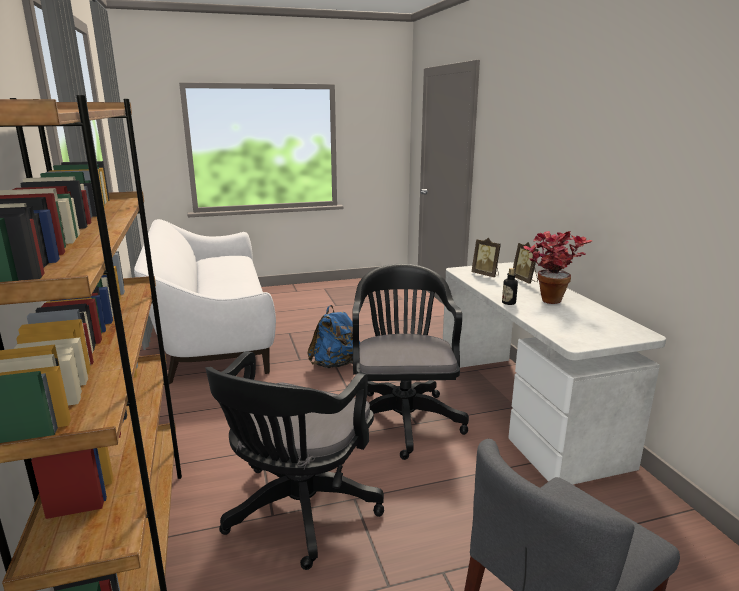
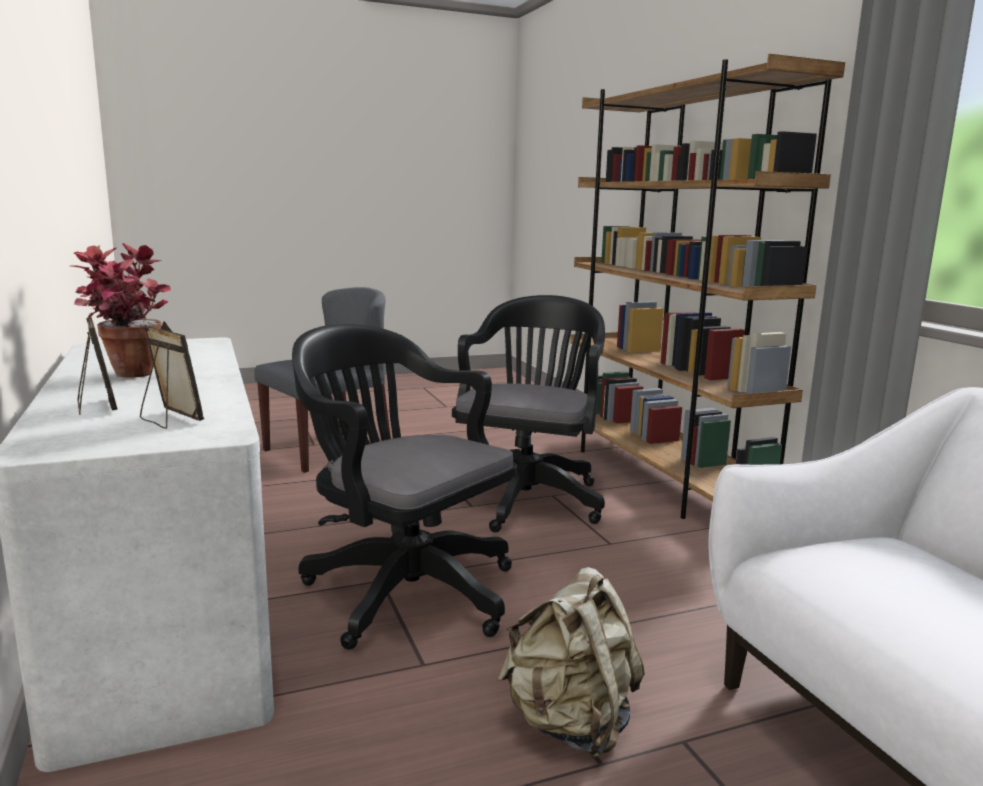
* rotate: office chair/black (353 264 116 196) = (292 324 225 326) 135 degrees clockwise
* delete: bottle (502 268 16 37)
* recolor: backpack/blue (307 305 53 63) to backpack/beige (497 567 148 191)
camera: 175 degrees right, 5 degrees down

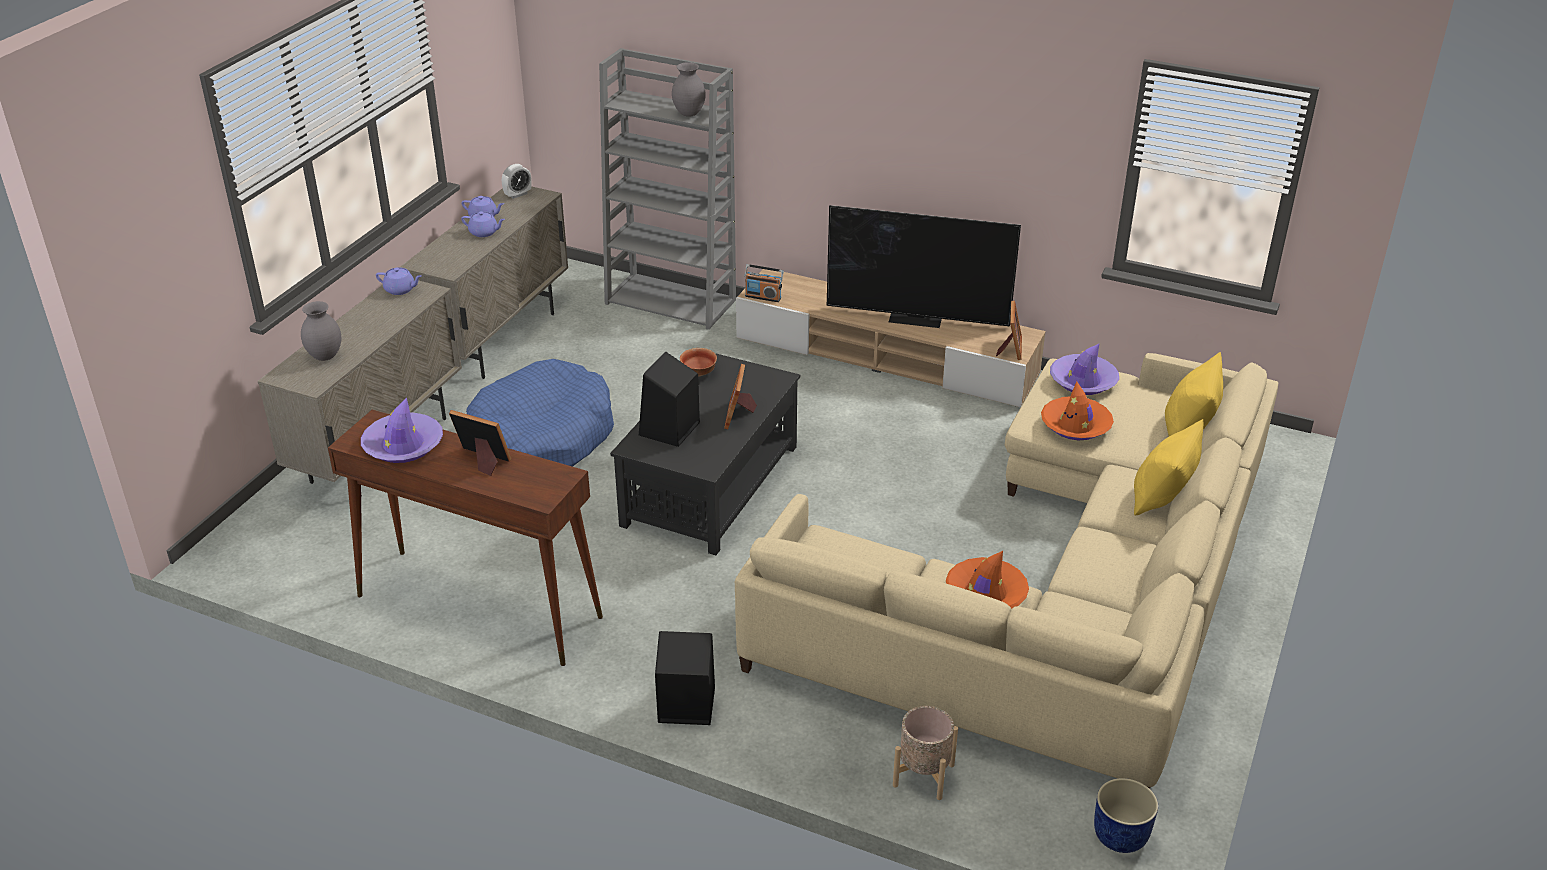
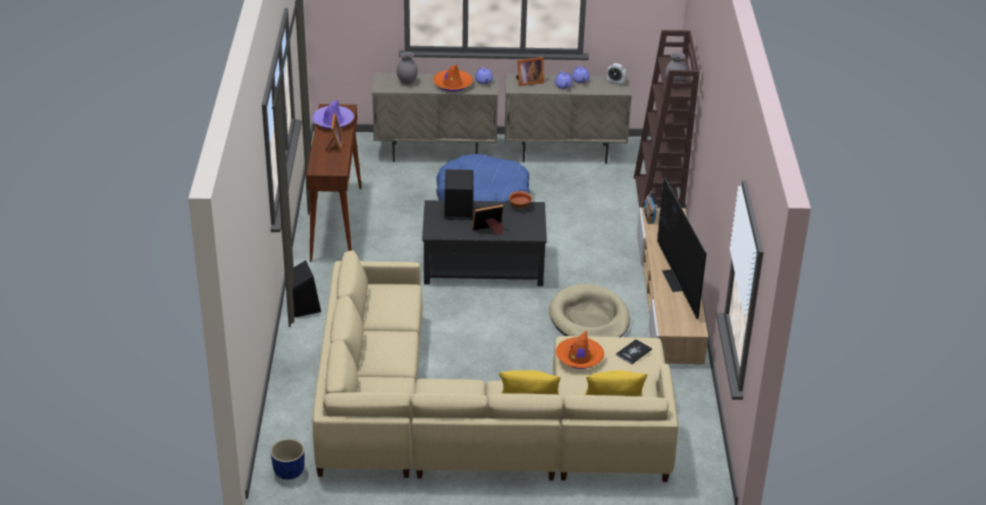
* recolor: bookcase/grey (599 48 137 282) to bookcase/brown (634 30 66 178)
* move: picture frame (996 300 26 60) to (516 57 28 29)
* replace: hat/purple (1050 344 69 51) to book (616 339 36 26)
* move: hat/orange (946 551 83 58) to (433 64 40 28)
* delete: planter/beige (893 706 65 94)
* insert: dog bed/beige (549 284 81 53)
camera: 65 degrees right, 0 degrees up

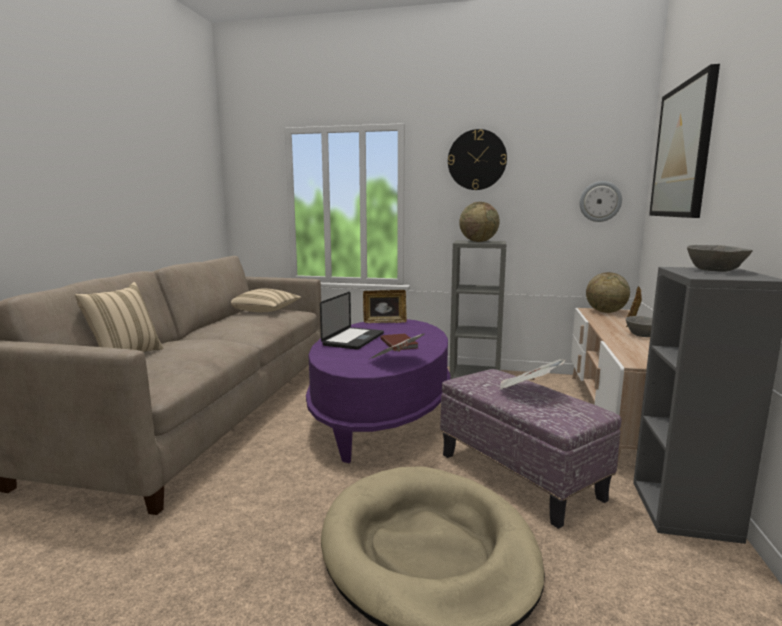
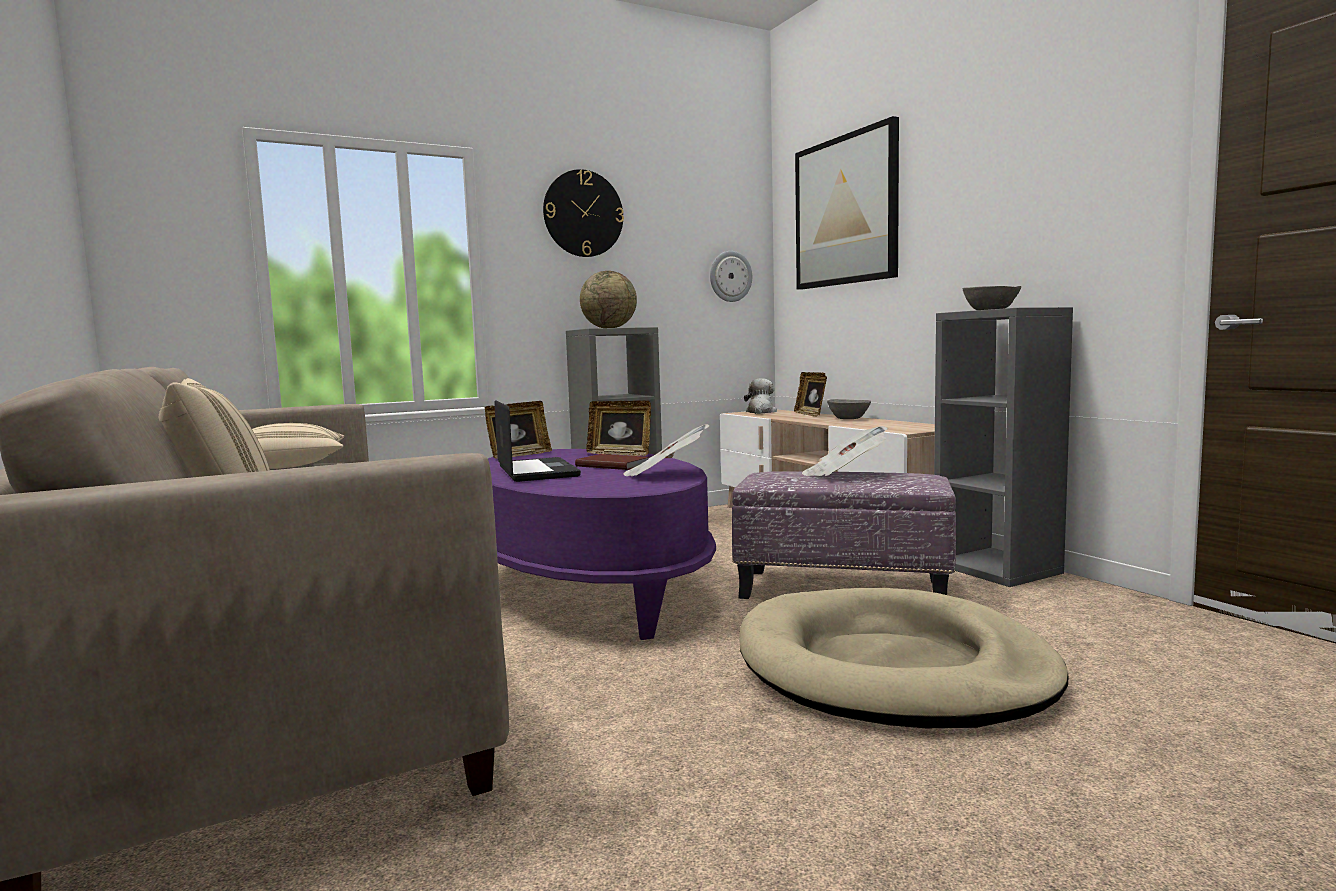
* replace: globe (586 272 44 41) to plush toy (744 378 33 36)
* insert: picture frame (586 401 65 55)
camera: 40 degrees left, 5 degrees down

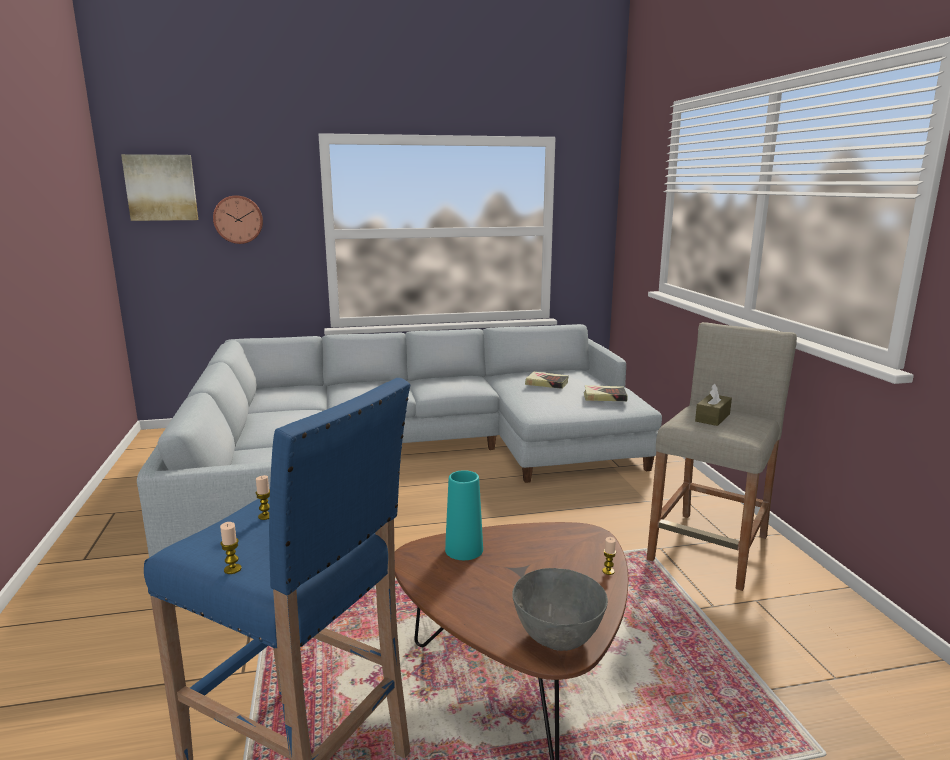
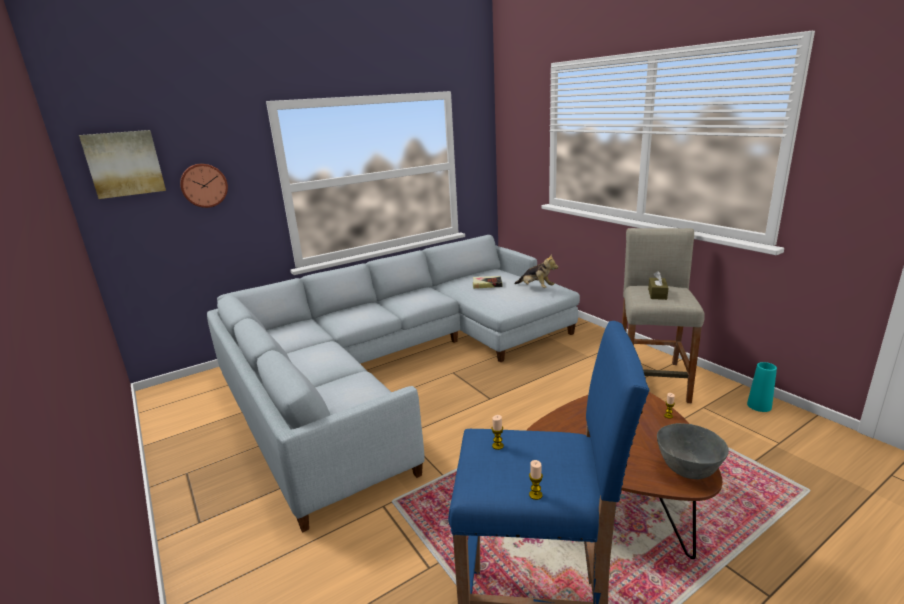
* replace: book (584 385 44 16) to plush toy (514 254 45 34)
* move: vase/turquoise (445 470 38 90) to (747 362 30 50)
camera: 20 degrees left, 5 degrees up

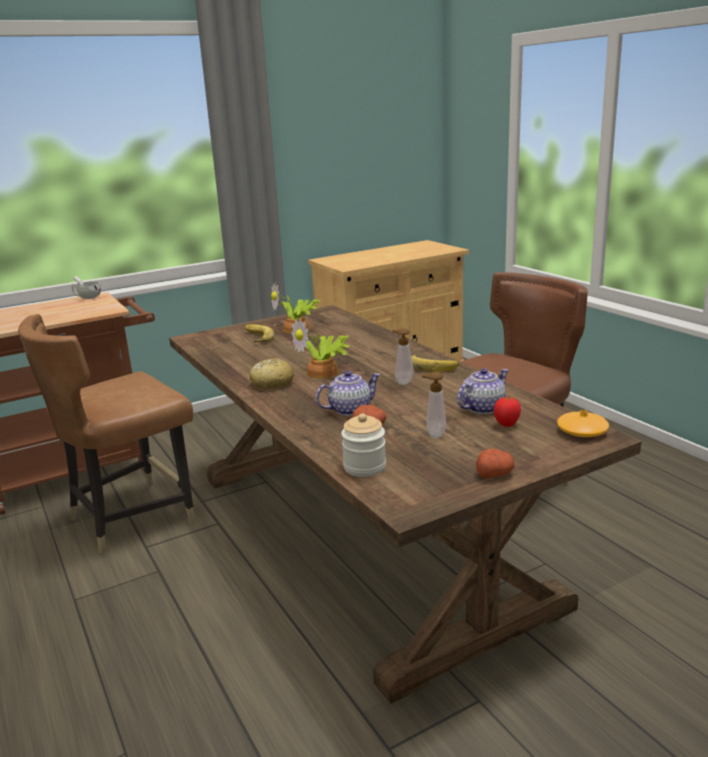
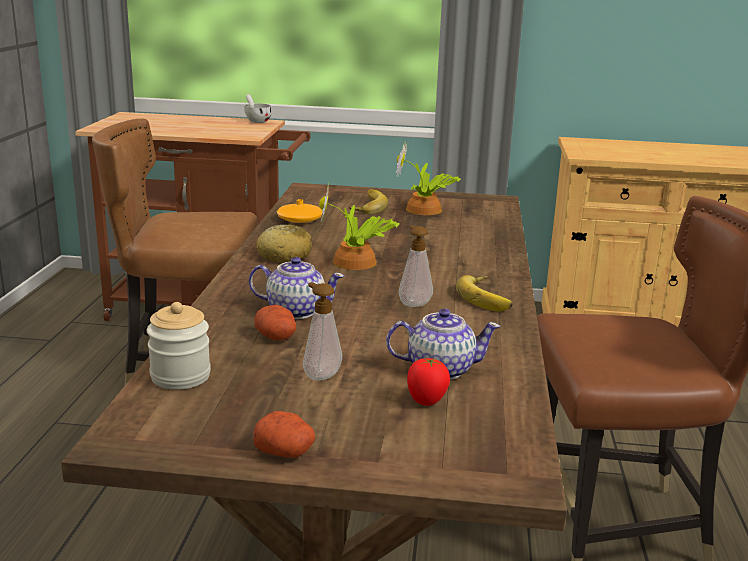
* move: vase/orange (557 410 52 27) to (277 199 46 24)
camera: 35 degrees right, 0 degrees up

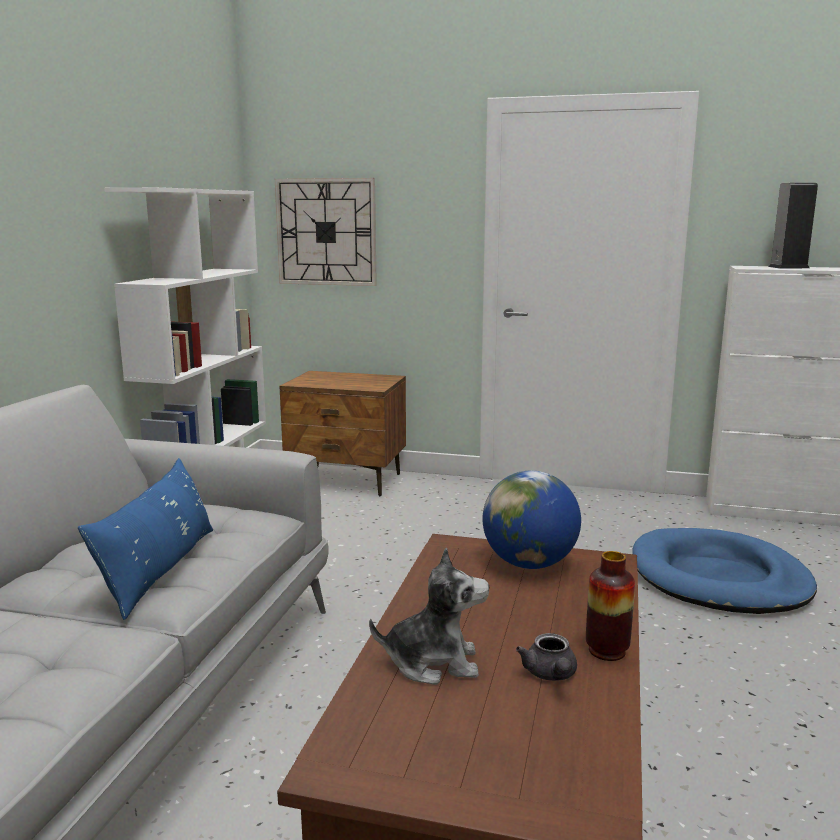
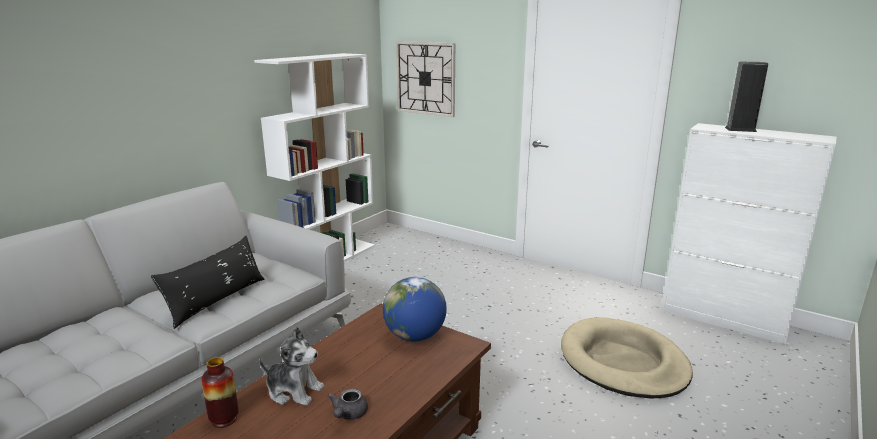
* delete: nightstand/brown (279 371 127 125)
* recolor: pillow/blue (78 458 135 162) to pillow/black (151 236 114 93)
* recolor: dog bed/blue (632 528 185 86) to dog bed/beige (561 317 132 81)
* move: vase (586 551 49 110) to (201 357 38 71)
camera: 20 degrees right, 5 degrees up

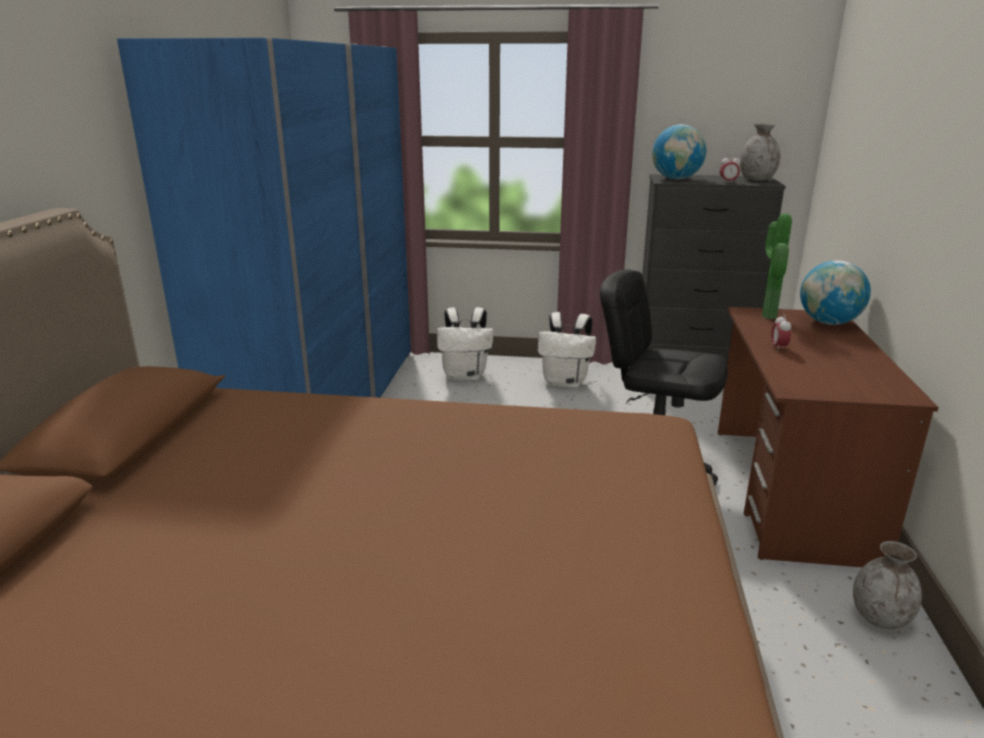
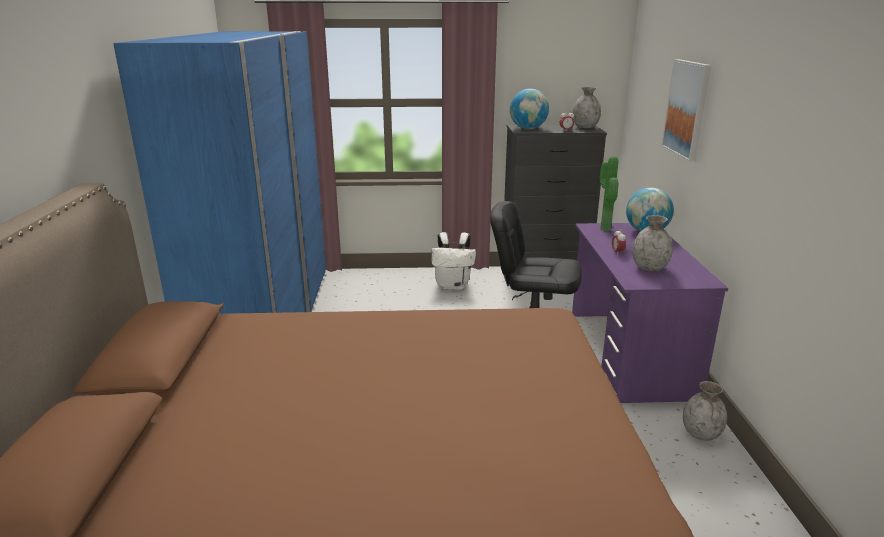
* delete: backpack/white (437 307 57 74)
* recolor: desk/brown (718 307 221 260) to desk/purple (572 223 156 180)
* insert: picture (661 59 50 102)
* insert: vase/grey (632 215 41 56)
camera: 10 degrees left, 0 degrees up

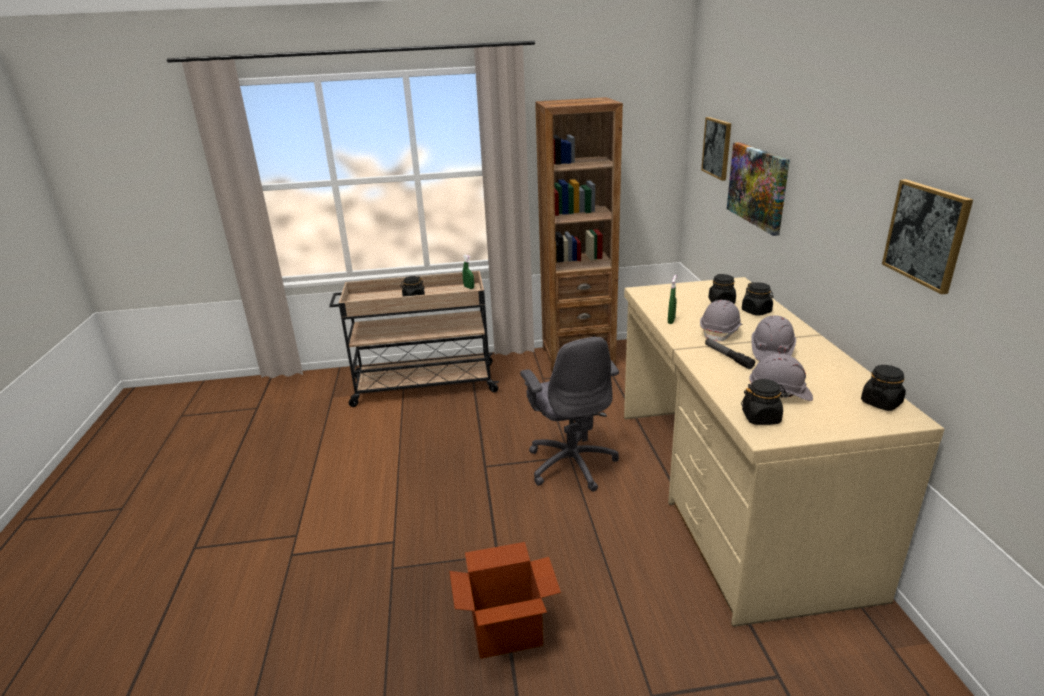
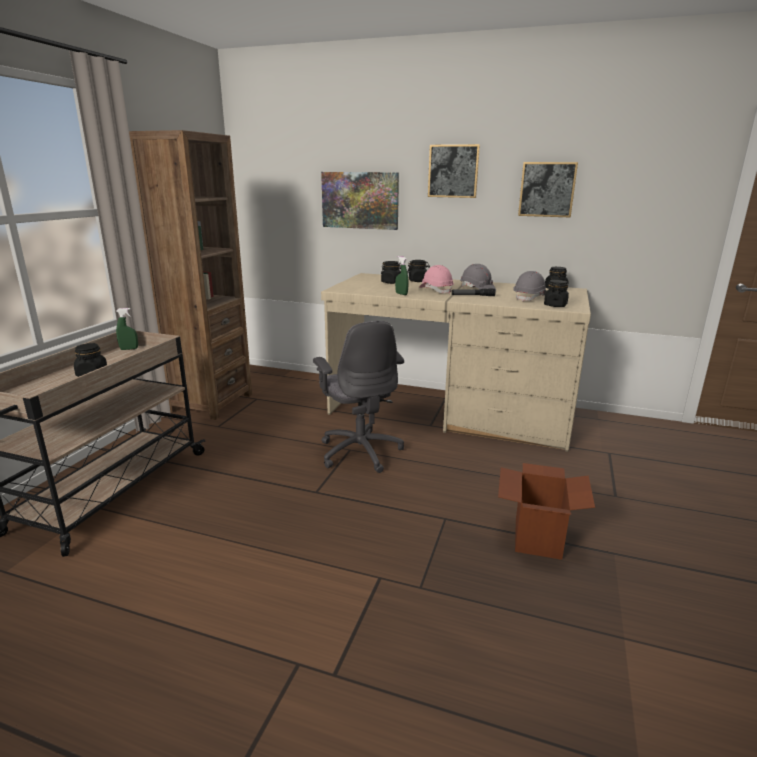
* move: picture (701 117 30 64) to (428 144 52 54)
* recolor: hard hat/grey (700 300 42 41) to hard hat/pink (419 265 35 29)
* rotate: office chair/grey (520 337 99 155) = (313 321 91 152) 60 degrees clockwise
camera: 65 degrees left, 5 degrees down

